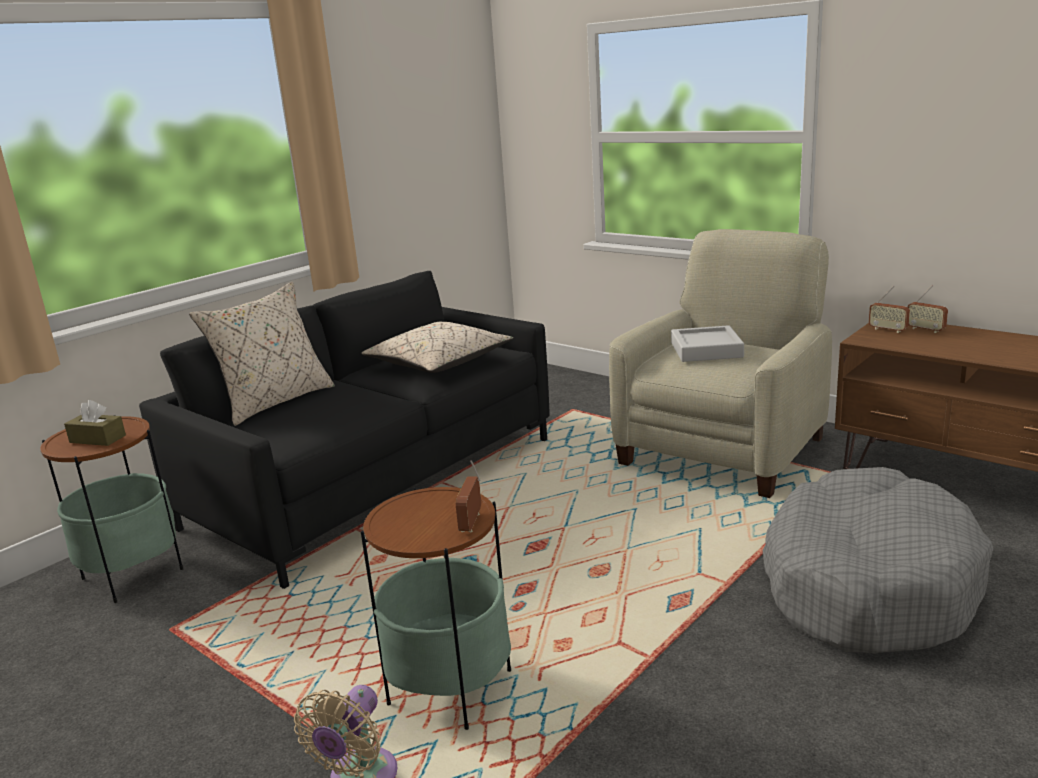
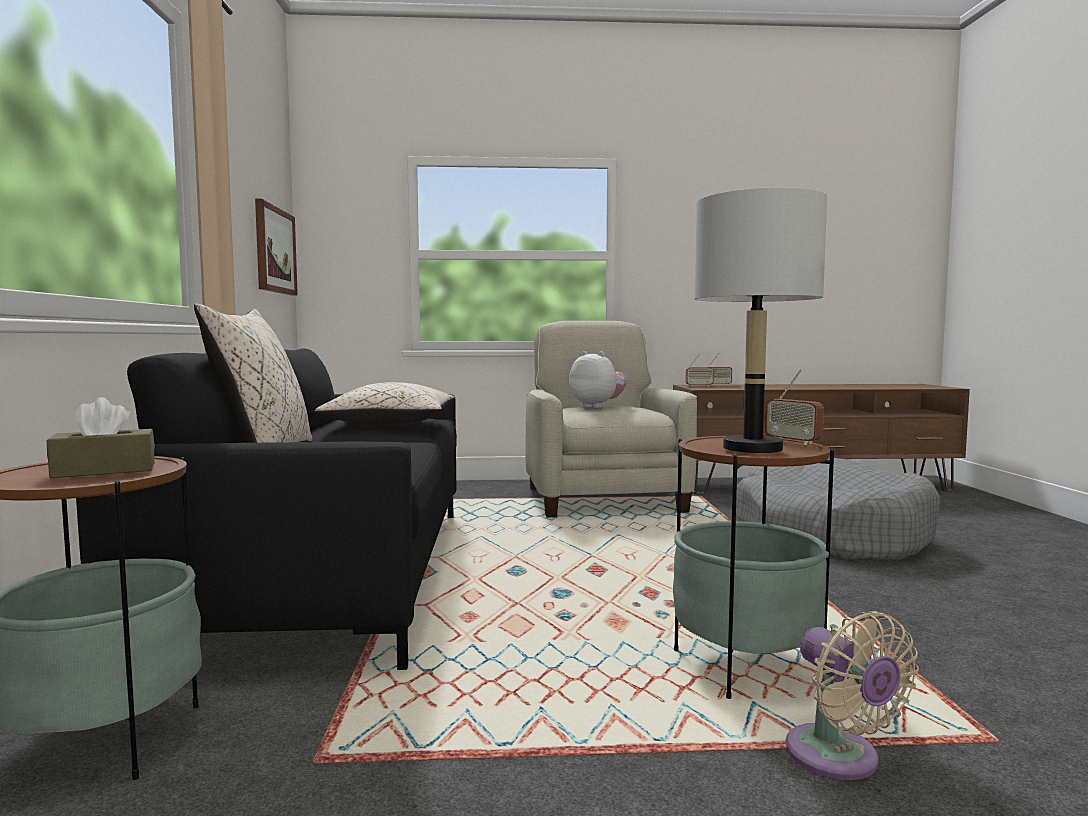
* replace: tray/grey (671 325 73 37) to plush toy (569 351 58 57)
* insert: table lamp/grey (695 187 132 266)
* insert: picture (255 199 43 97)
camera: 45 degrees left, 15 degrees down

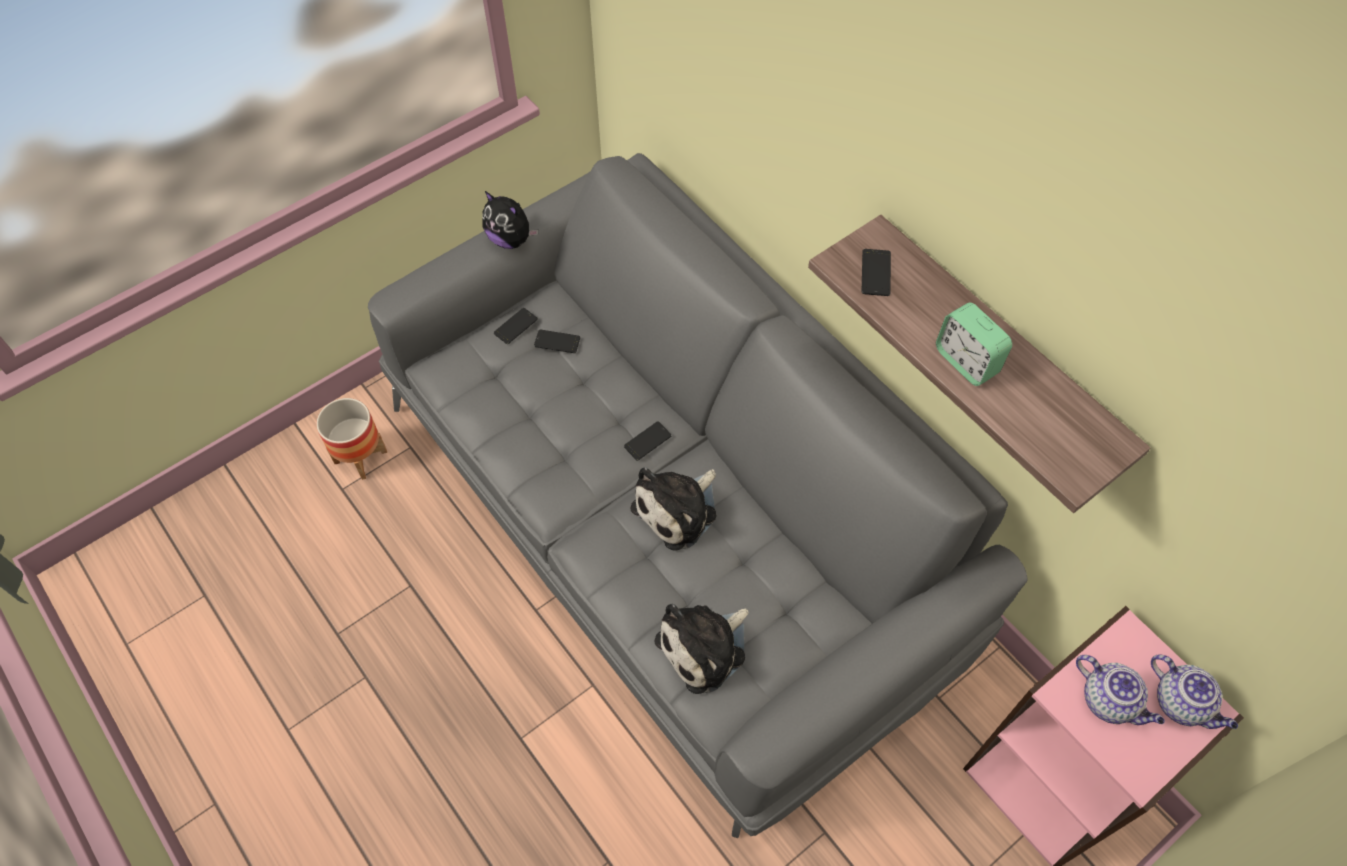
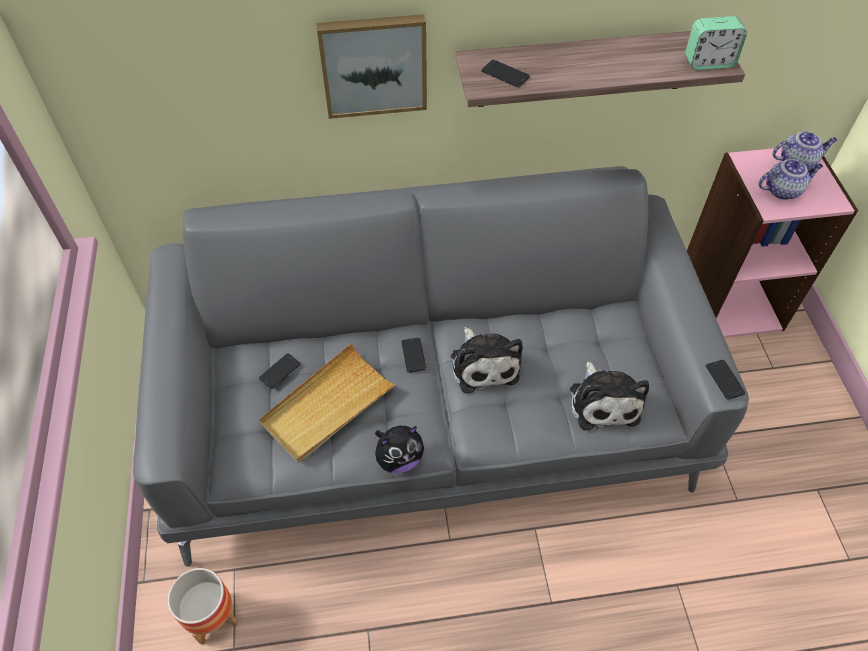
* move: plush toy (482 191 56 58) to (375 426 49 47)
* move: alarm clock (936 303 76 83) to (685 16 62 54)
* move: phone (494 308 44 36) to (706 360 39 40)
* insert: picture (316 14 111 105)
* insert: tray/beige (259 343 137 120)
camera: 60 degrees left, 5 degrees down

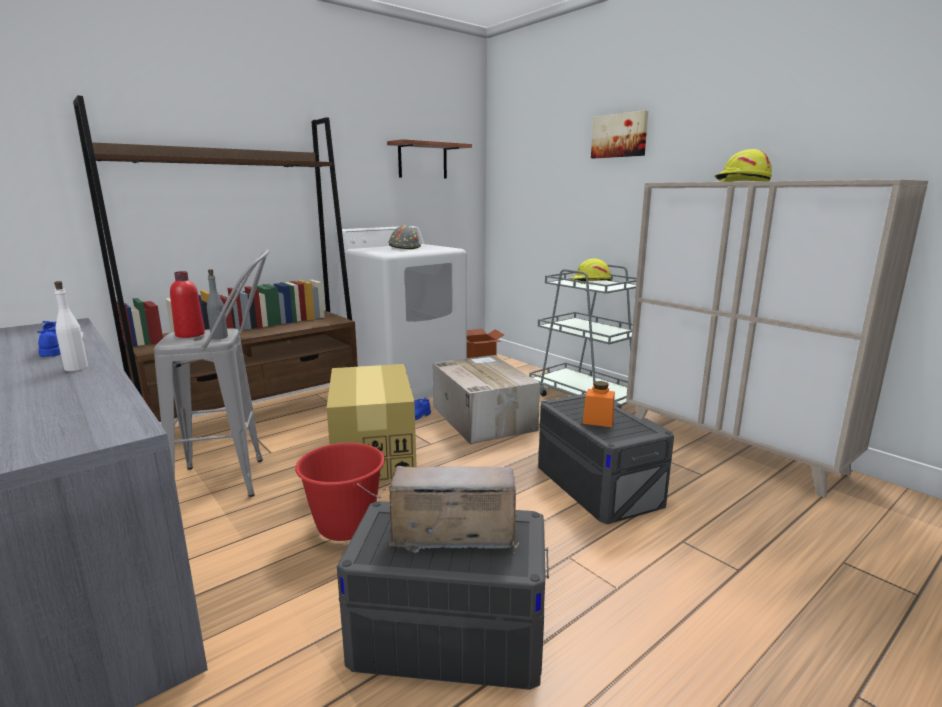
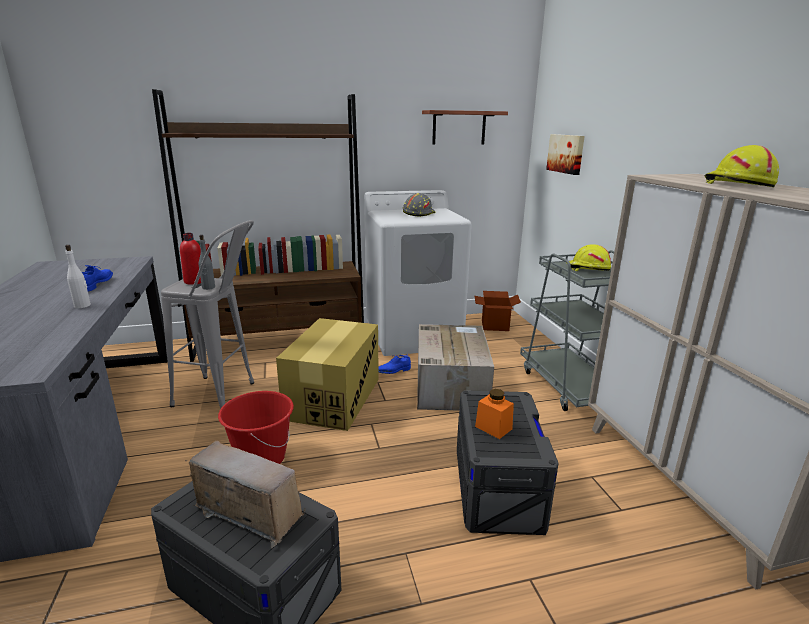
* move: picture (591 110 57 48) to (546 134 39 41)
camera: 25 degrees right, 5 degrees up

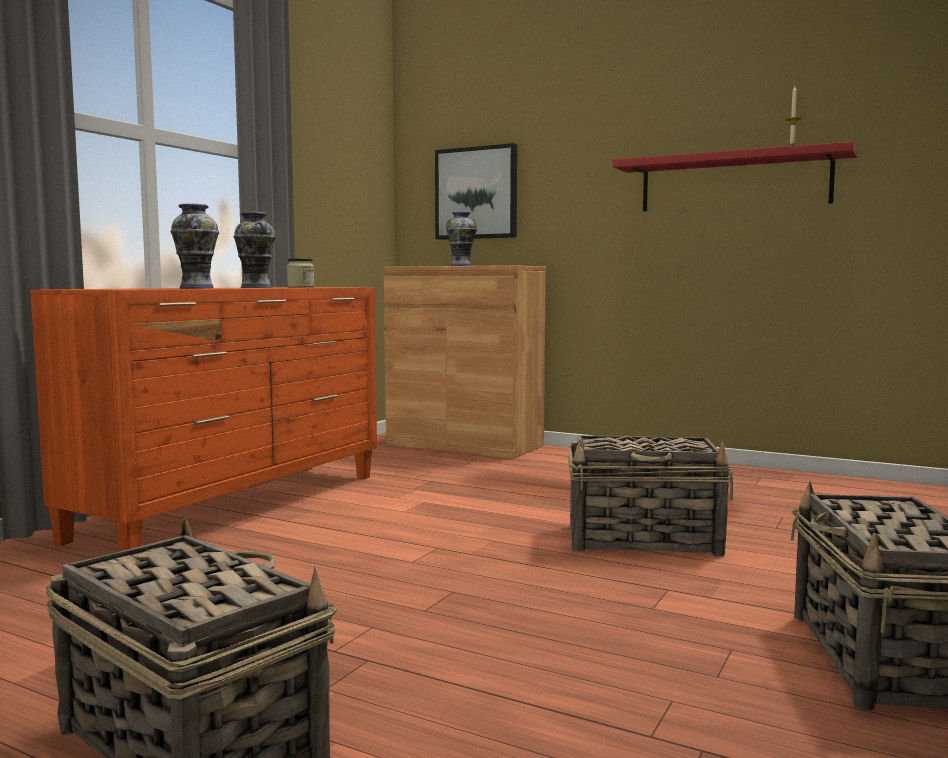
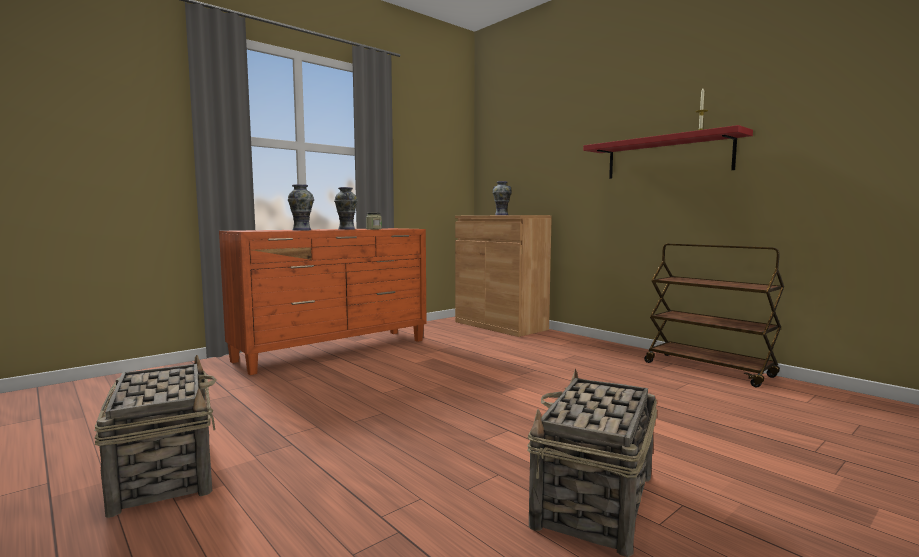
* delete: picture (435 143 82 97)
* delete: basket (568 435 165 122)
* insert: cart/brown (644 244 140 143)
camera: 20 degrees right, 0 degrees up

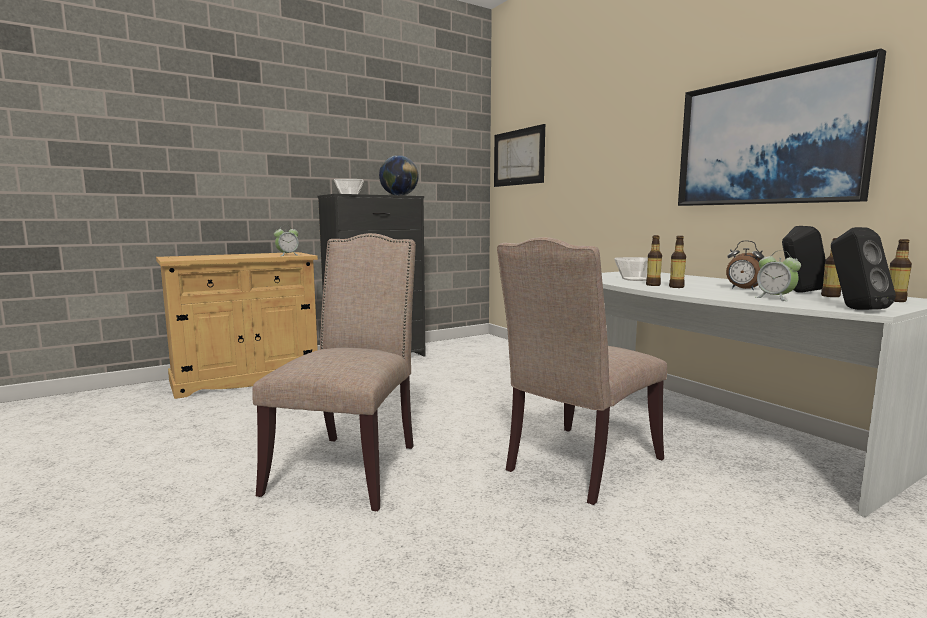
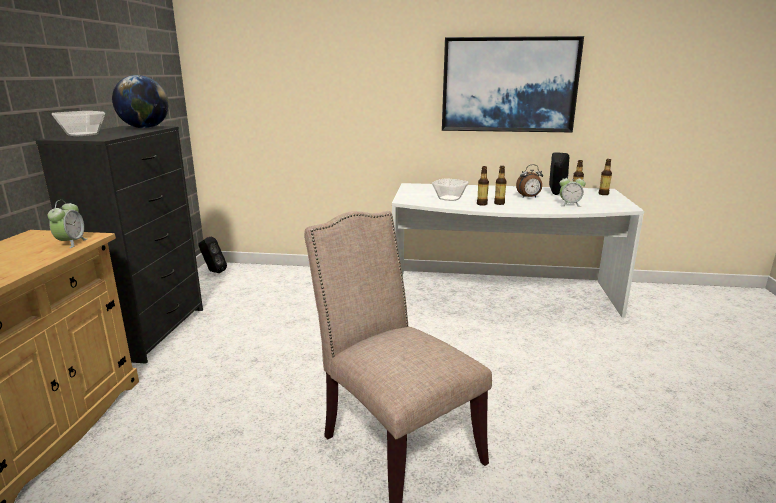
* delete: picture (494 124 51 63)
* move: speaker/black (831 227 65 83) to (198 236 29 37)
* delete: chair/beige (497 237 170 268)
camera: 50 degrees left, 10 degrees up

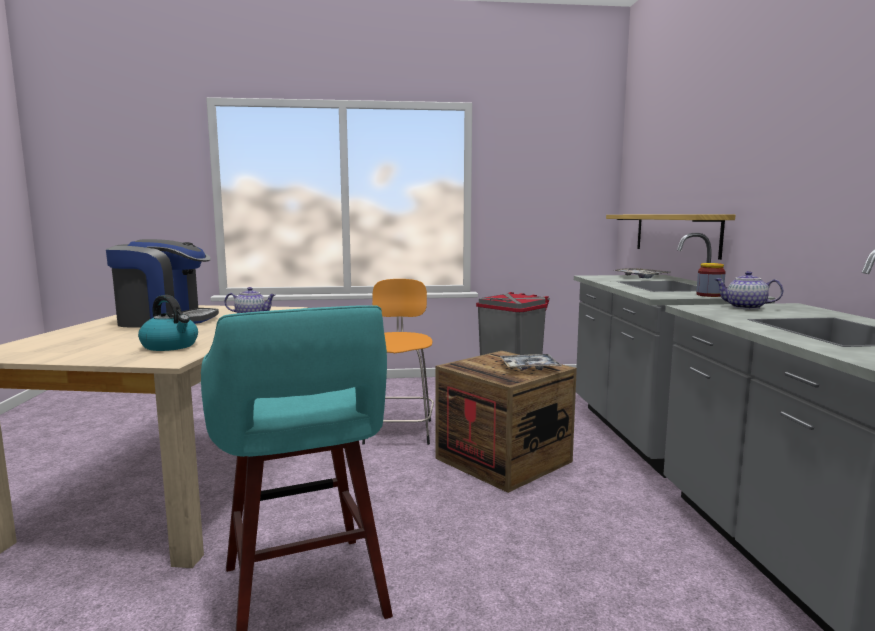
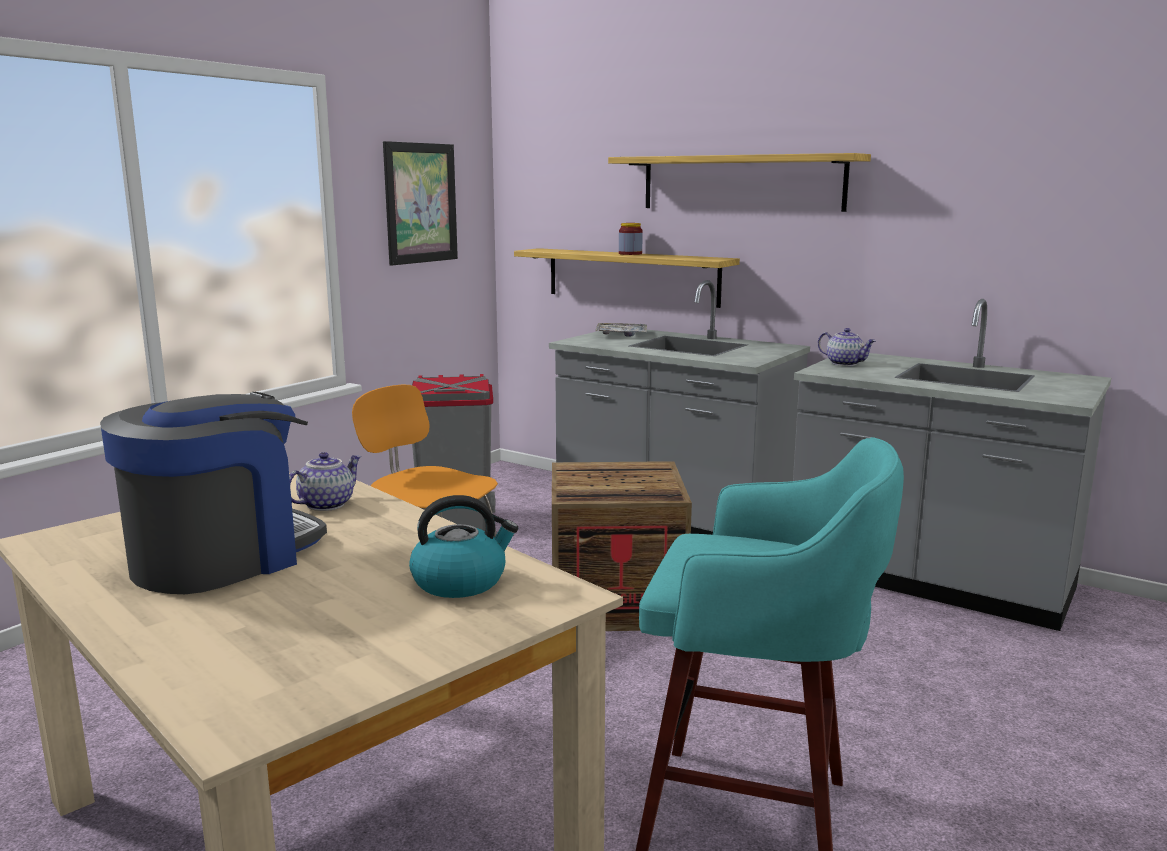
* move: jar (696 263 30 34) to (619 223 24 32)
* rotate: teapot (714 271 69 38) = (818 328 58 38) 120 degrees counterclockwise
* delete: tray (500 354 62 16)
* insert: picture (383 141 75 125)
* insert: shelf (608 153 263 59)
camera: 50 degrees left, 5 degrees up

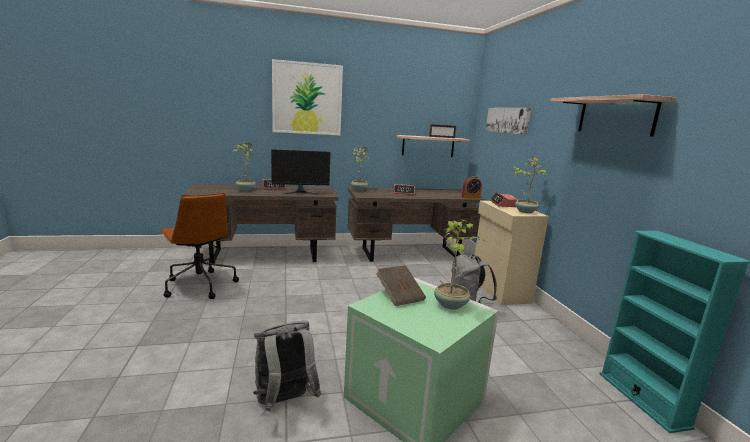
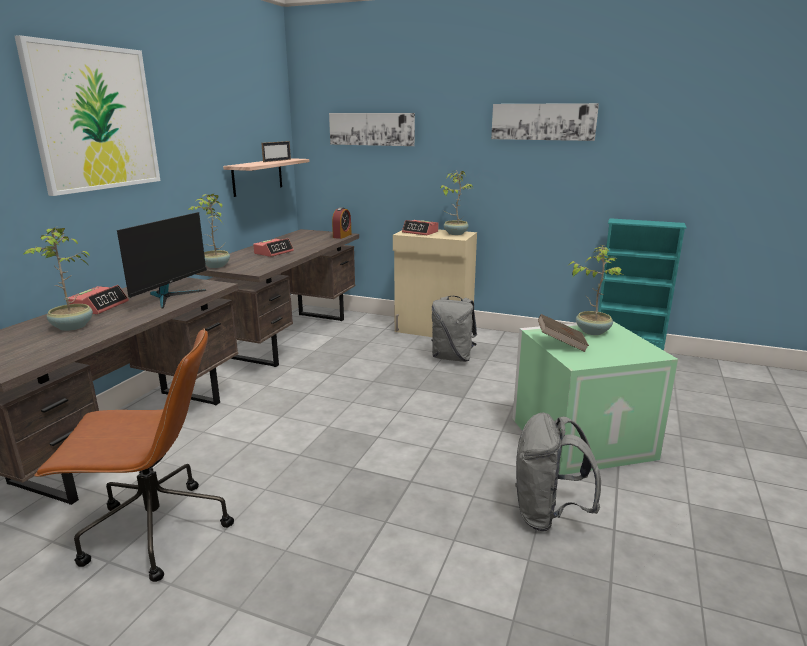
* replace: shelf (550 94 126 43) to picture (491 103 108 38)
camera: 55 degrees left, 5 degrees up

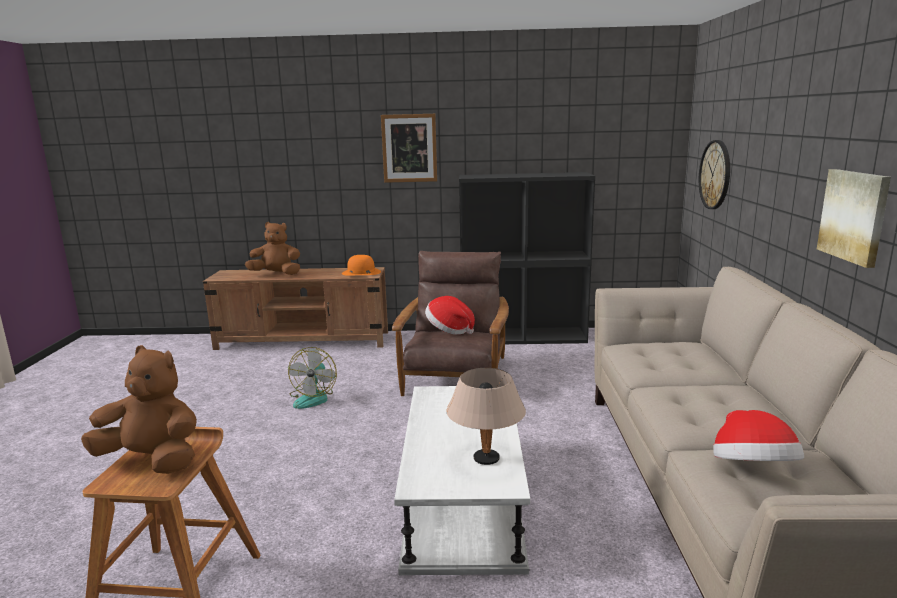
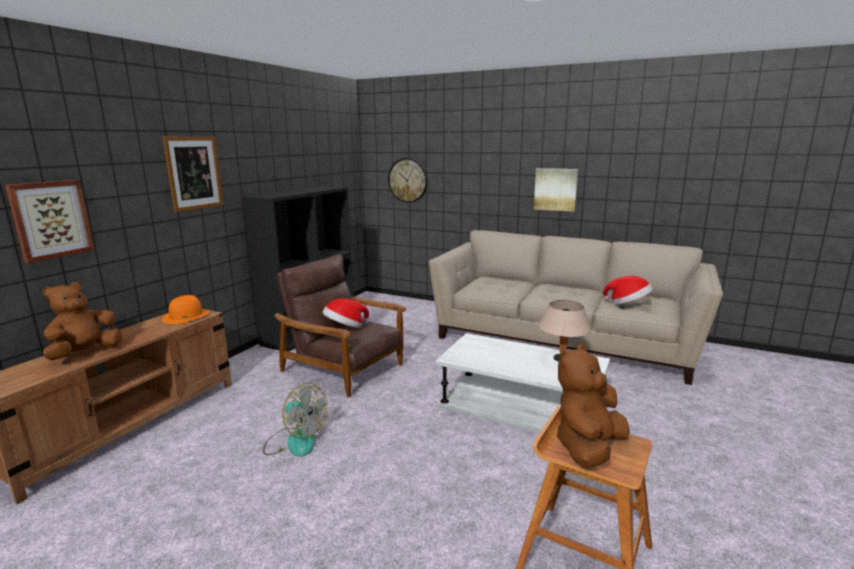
* insert: picture (5 180 89 83)
camera: 65 degrees left, 0 degrees up

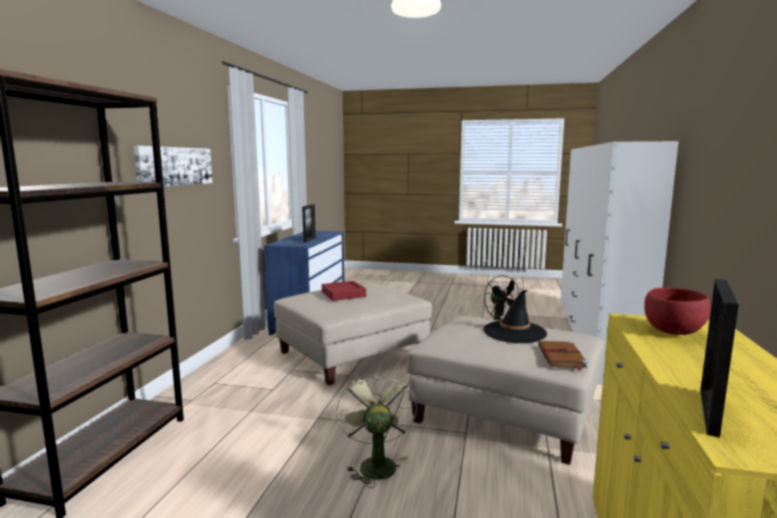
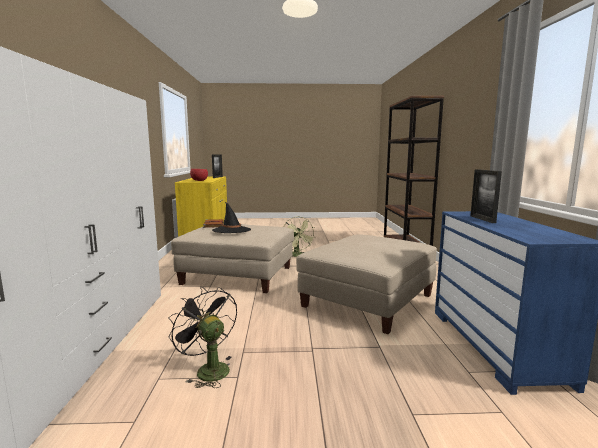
* delete: picture (133 146 80 41)
* delete: tray/red (322 281 44 20)
camera: 165 degrees right, 0 degrees up

